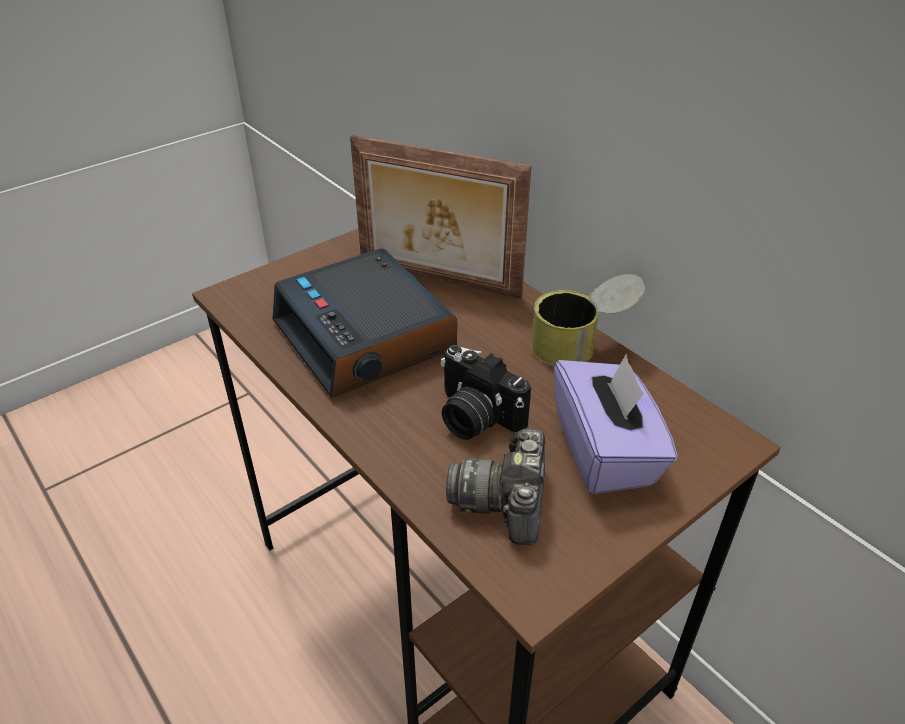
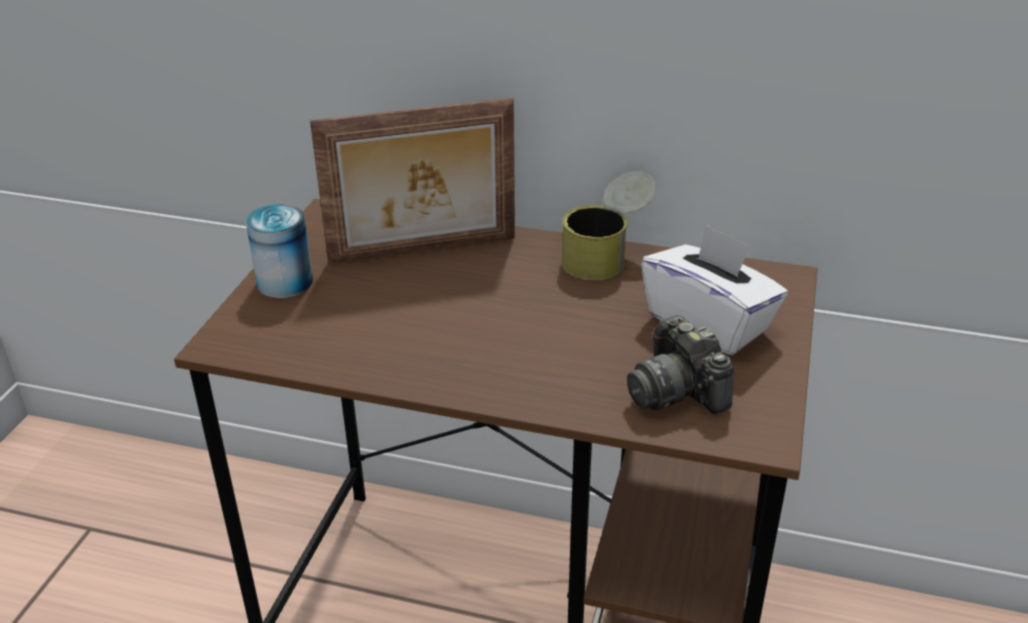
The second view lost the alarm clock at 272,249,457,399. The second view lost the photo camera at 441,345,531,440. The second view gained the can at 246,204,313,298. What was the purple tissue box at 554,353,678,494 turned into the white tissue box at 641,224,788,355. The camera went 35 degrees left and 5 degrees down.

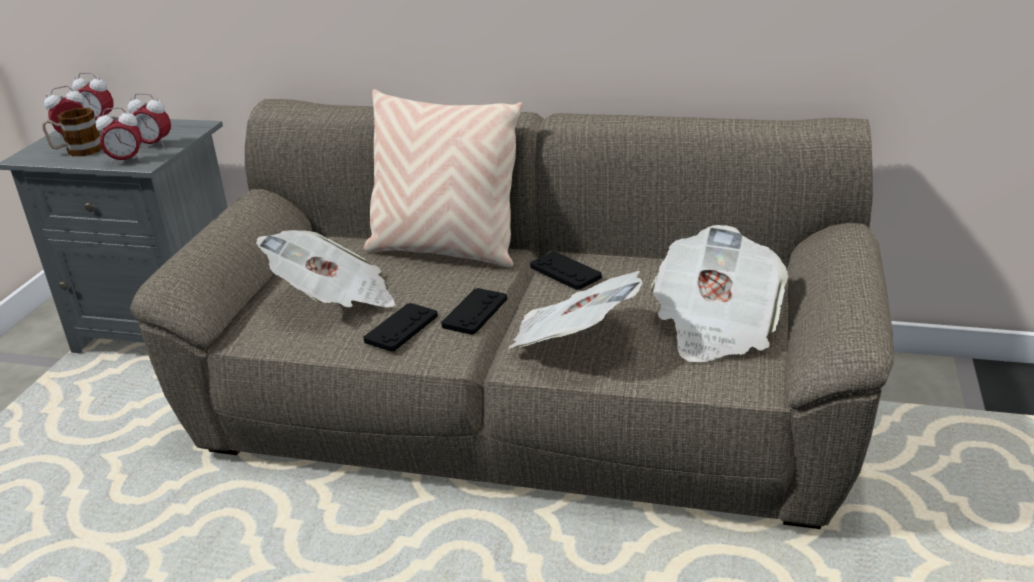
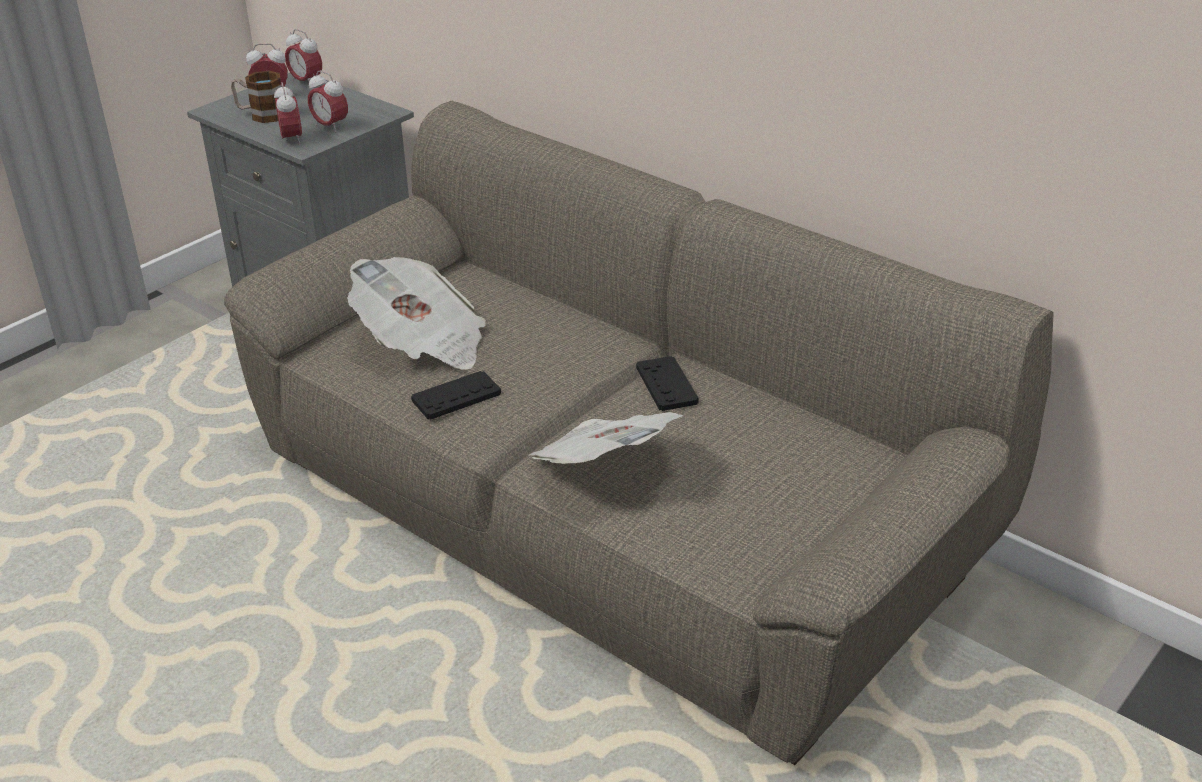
The second view lost the beige pillow at 364,89,523,267. The second view lost the black game controller at 441,288,507,335. The second view lost the newspaper at 651,225,788,362. The alarm clock at 96,107,142,166 ended up facing another way, 120 degrees counterclockwise from before. The camera went 25 degrees right and 5 degrees up.

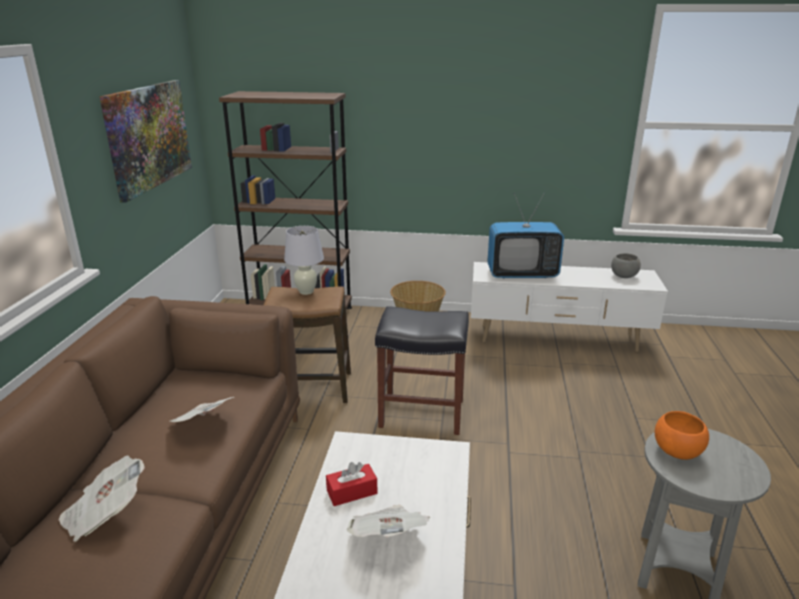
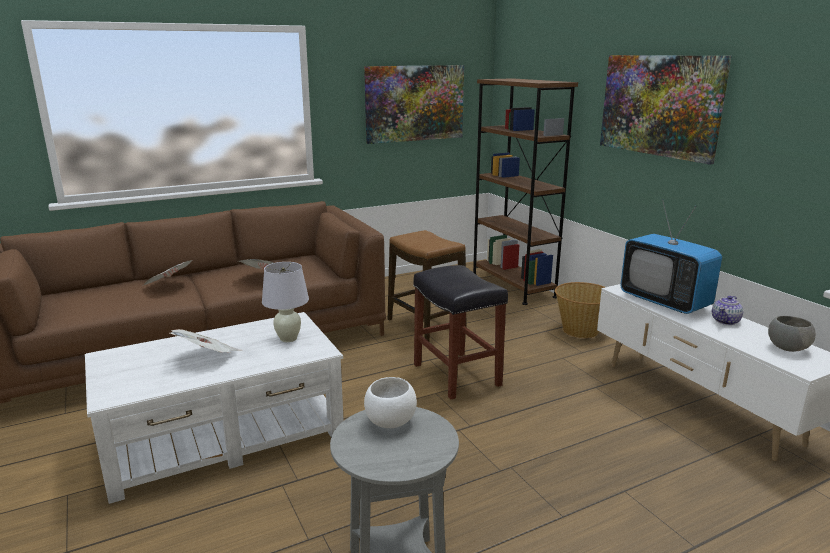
The second view lost the red tissue box at 326,462,377,506. The second view gained the picture at 600,55,732,165. The second view gained the teapot at 712,296,743,325. The white table lamp ended up elsewhere, having gone from 284,226,324,295 to 262,262,309,342. What was the orange bowl at 655,411,709,460 turned into the white bowl at 364,377,417,428. The camera went 55 degrees right and 5 degrees down.

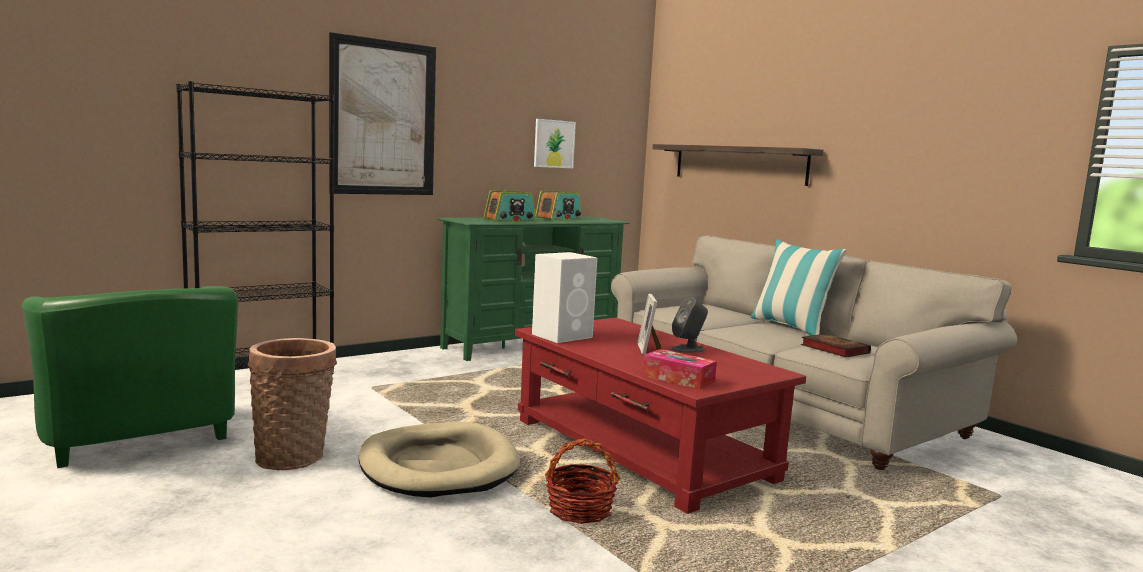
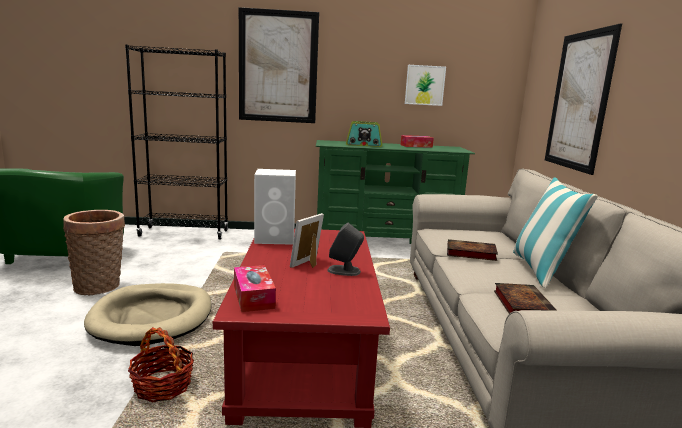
The second view gained the book at 447,239,498,261. Where the radio stood at 535,191,582,220, the tissue box came to stand at 401,135,434,148. Where the shelf hung at 653,144,823,186, the picture came to hang at 545,23,622,175. The camera went 35 degrees right and 5 degrees up.

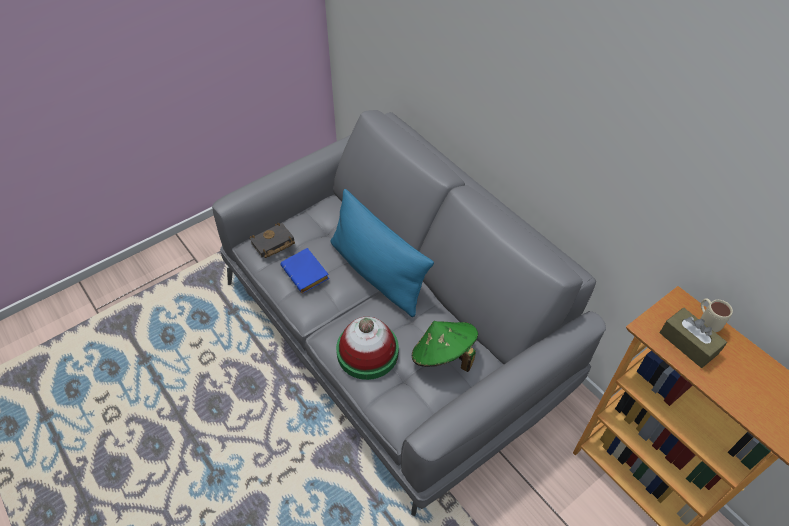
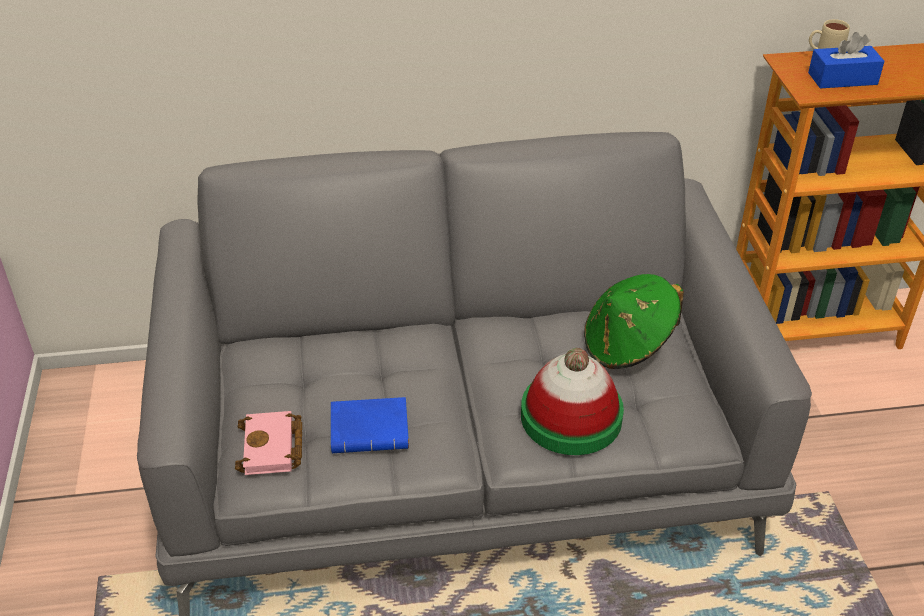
The second view lost the blue pillow at 330,189,434,317. What was the black book at 250,222,295,258 turned into the pink book at 235,411,302,475. What was the brown tissue box at 660,308,727,368 turned into the blue tissue box at 808,32,885,88. The camera went 60 degrees left and 10 degrees down.

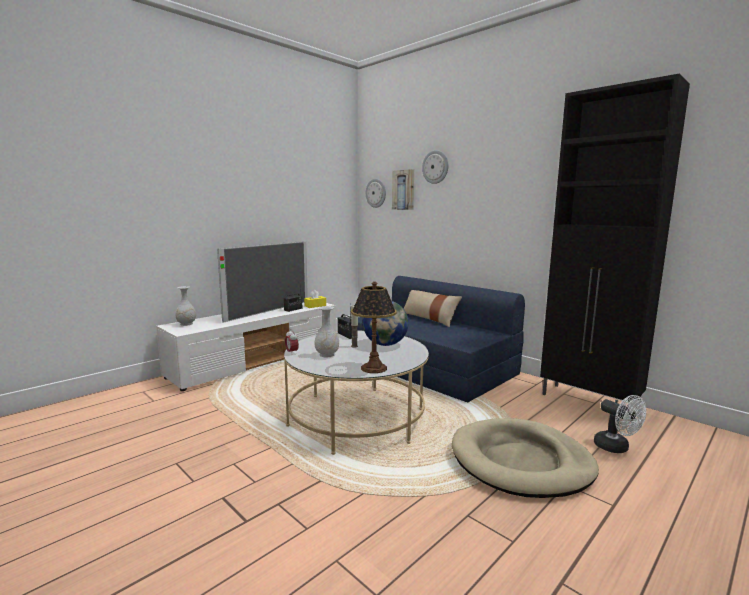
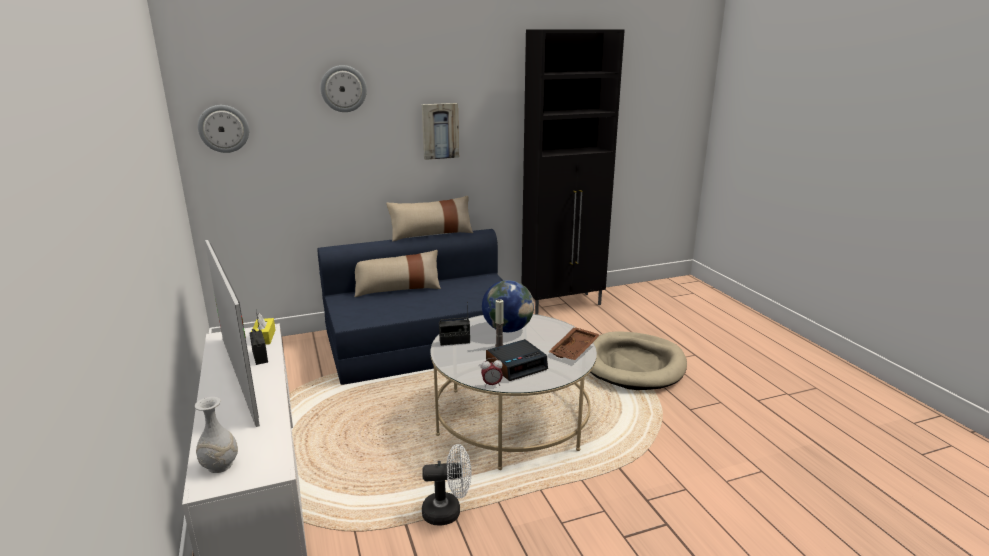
The second view gained the beige pillow at 386,196,473,242. The picture ended up elsewhere, having gone from 392,169,414,210 to 422,103,459,160. The white fan ended up elsewhere, having gone from 594,395,646,453 to 422,444,471,525. Where the white vase stood at 314,306,339,357, the alarm clock came to stand at 486,339,548,381. Where the table lamp stood at 351,281,397,373, the brown tray came to stand at 548,327,600,360. The camera went 65 degrees left and 10 degrees up.

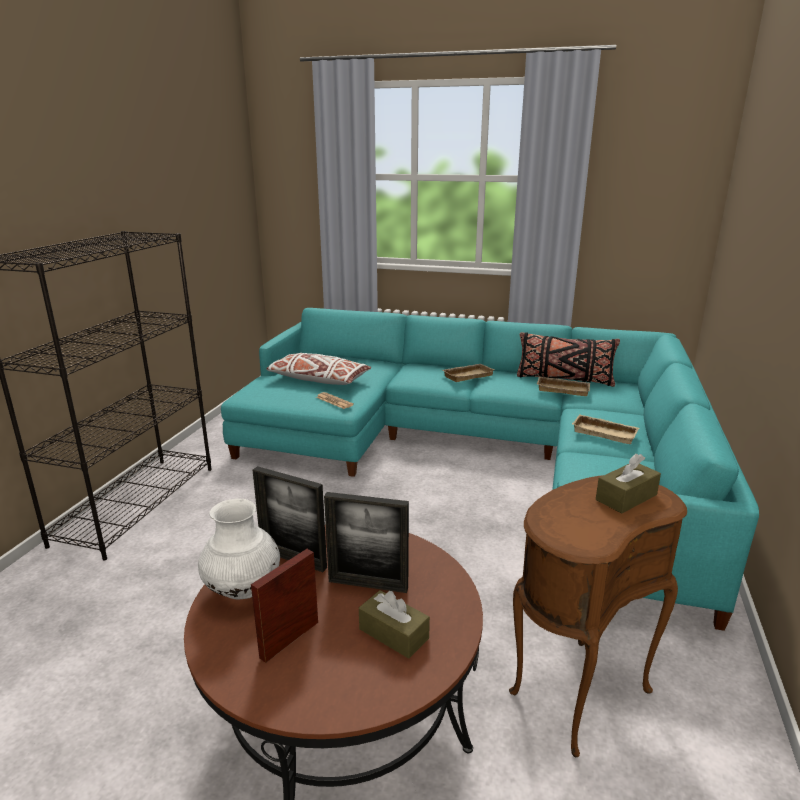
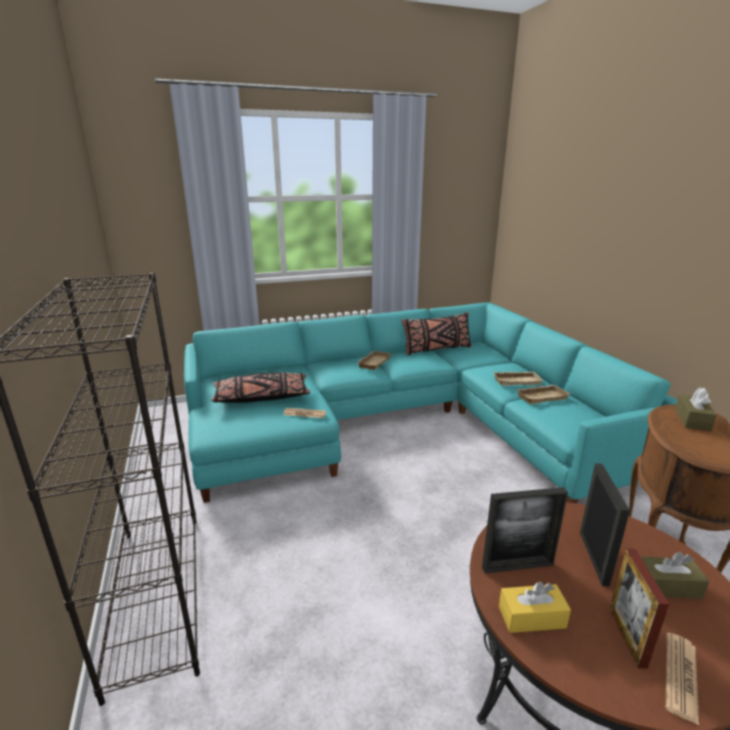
The second view gained the newspaper at 666,632,699,725. The beige tray ended up elsewhere, having gone from 537,376,590,396 to 517,385,570,404. Where the white vase stood at 198,499,280,599, the yellow tissue box came to stand at 499,582,571,633. What was the white pillow at 266,353,371,385 turned into the black pillow at 211,372,310,403. The picture frame at 324,492,409,593 ended up facing another way, 60 degrees counterclockwise from before. The camera went 35 degrees left and 0 degrees up.

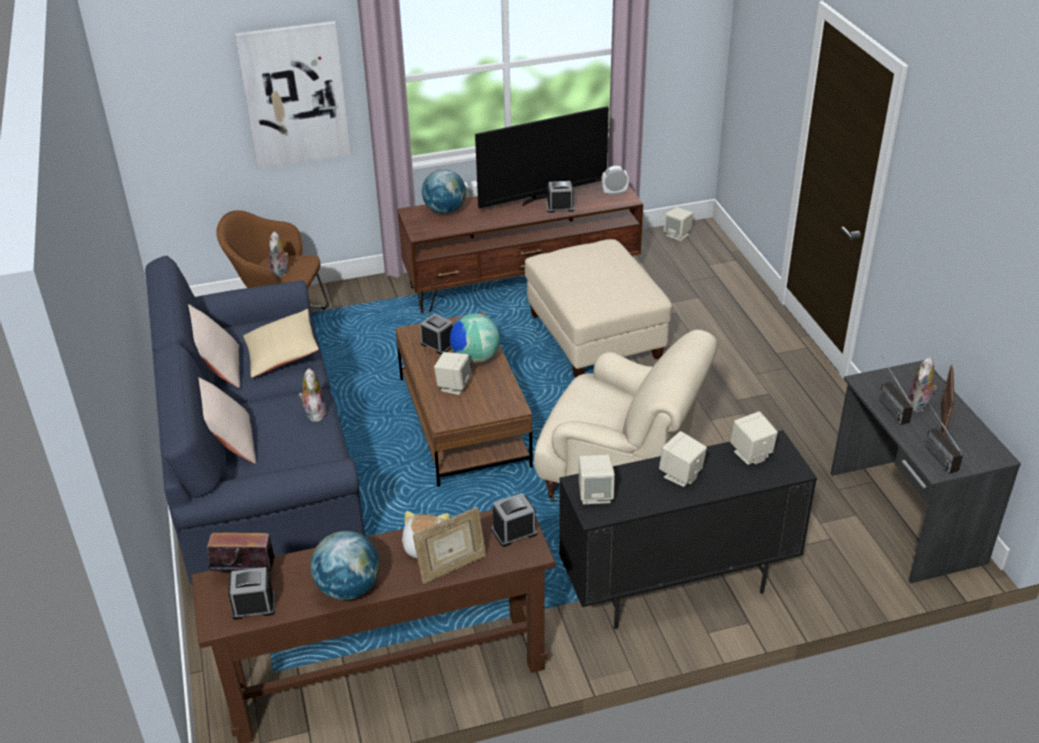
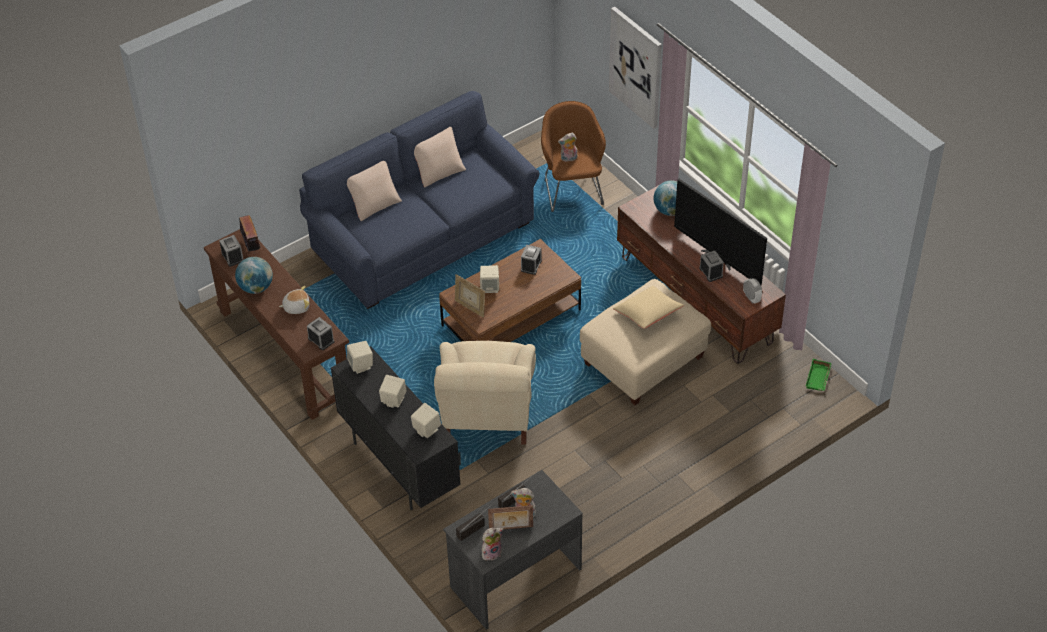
The second view lost the globe at 450,313,500,364. The beige pillow ended up elsewhere, having gone from 243,309,319,378 to 613,286,684,329. The plush toy ended up elsewhere, having gone from 299,368,327,422 to 482,528,503,561. The picture frame ended up elsewhere, having gone from 413,507,486,584 to 455,274,485,317. Where the beige speaker stood at 664,207,693,241, the green tray came to stand at 806,359,832,391. The camera went 70 degrees right and 10 degrees up.

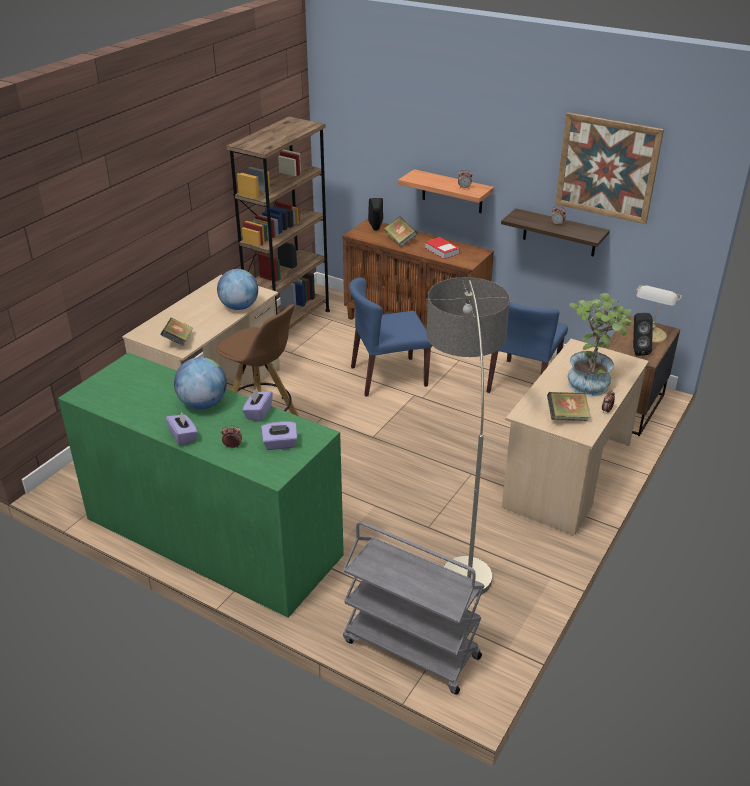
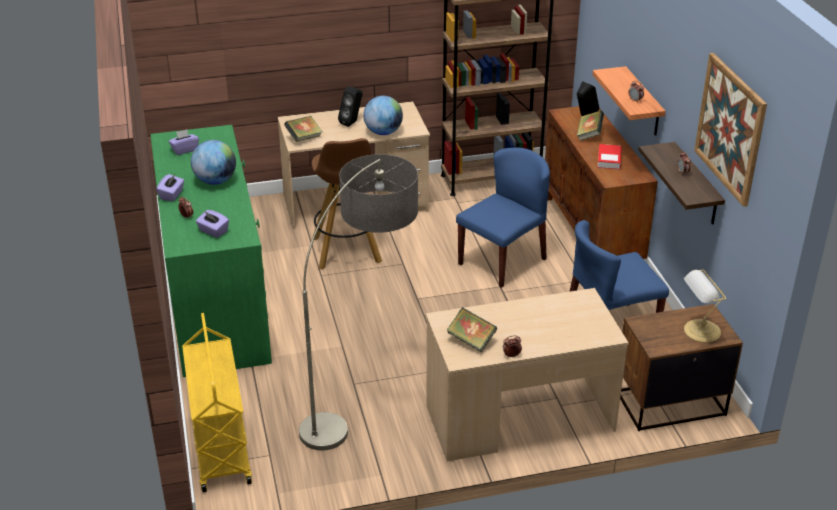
The second view lost the potted plant at 568,293,632,396. The purple tissue box ended up elsewhere, having gone from 242,388,273,421 to 169,130,199,155. The black speaker ended up elsewhere, having gone from 633,313,653,356 to 338,86,362,127. What was the grey cart at 343,521,485,694 turned into the yellow cart at 182,313,252,492. The blue chair at 349,277,432,397 ended up facing another way, 105 degrees clockwise from before. The camera went 45 degrees right and 0 degrees up.

